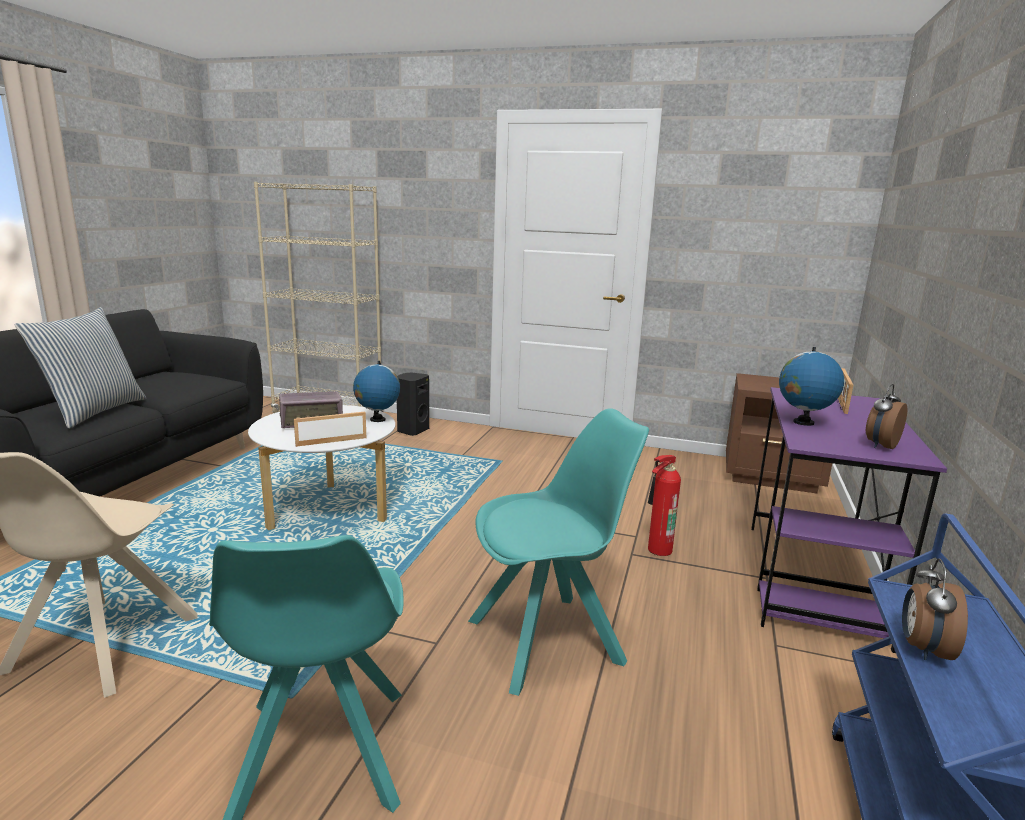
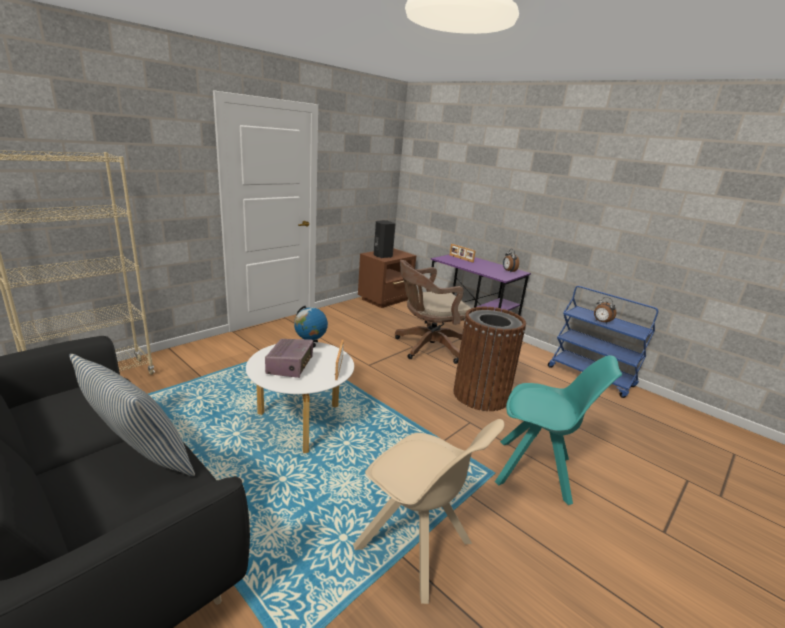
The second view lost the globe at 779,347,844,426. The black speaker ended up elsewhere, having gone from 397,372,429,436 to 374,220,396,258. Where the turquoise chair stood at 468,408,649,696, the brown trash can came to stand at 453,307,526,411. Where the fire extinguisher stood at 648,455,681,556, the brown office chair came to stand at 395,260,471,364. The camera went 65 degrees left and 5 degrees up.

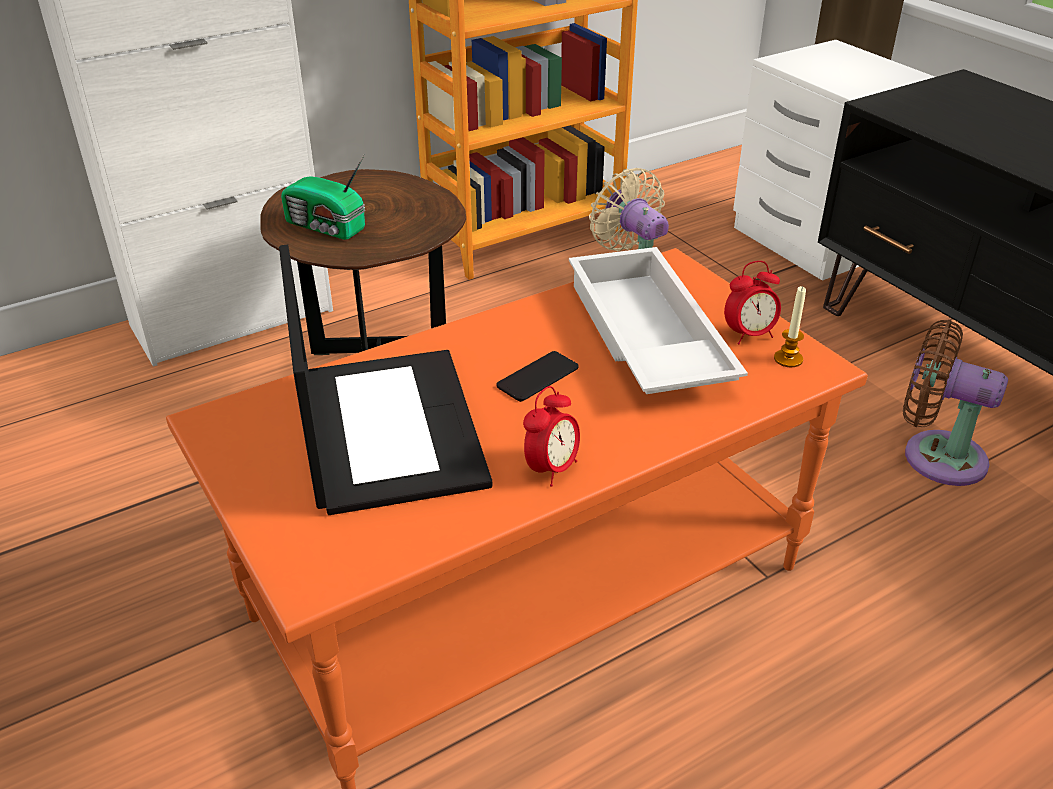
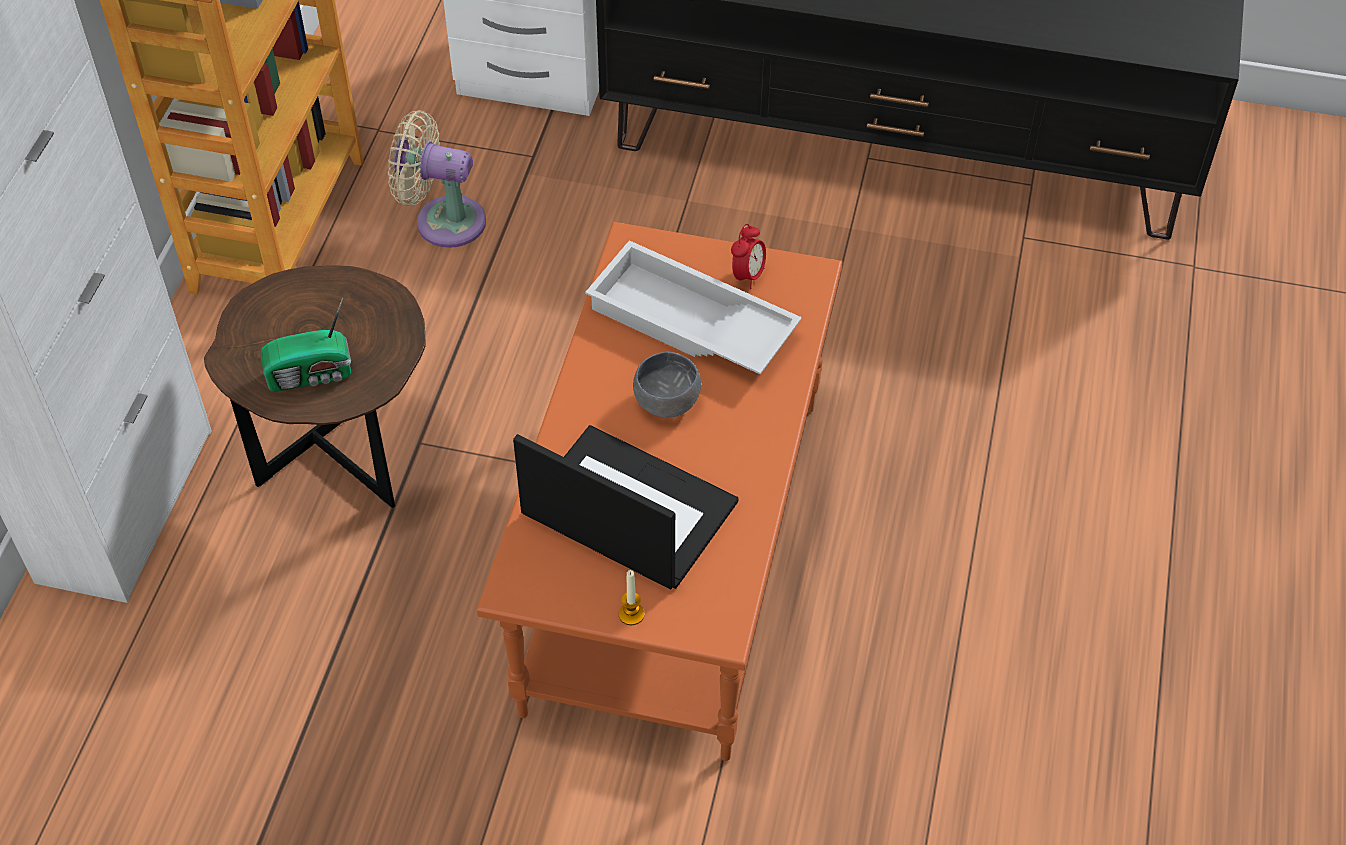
The second view lost the alarm clock at 523,386,580,486. The second view lost the brown fan at 903,320,1008,486. The candle ended up elsewhere, having gone from 774,286,806,367 to 618,570,645,625. Where the phone stood at 496,351,579,402, the grey bowl came to stand at 633,352,701,418. The camera went 45 degrees left and 15 degrees up.

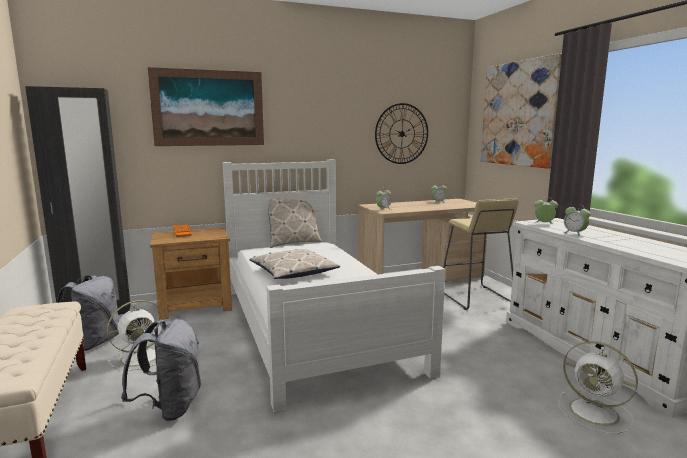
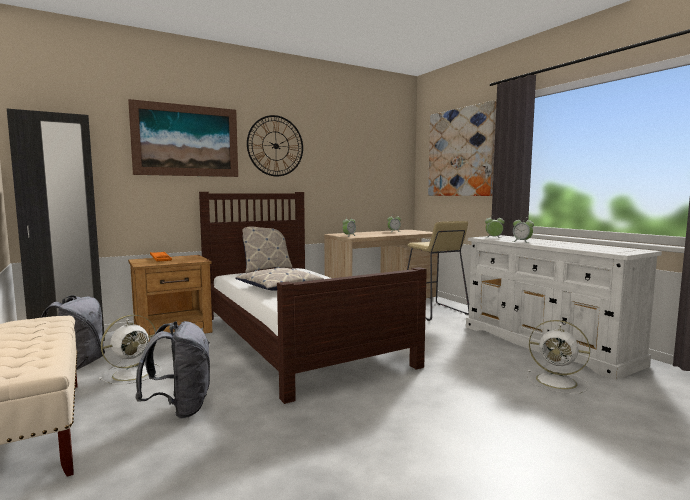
The wall clock ended up elsewhere, having gone from 375,103,428,164 to 247,115,303,177. What was the white bed at 222,160,445,412 turned into the brown bed at 199,192,427,404. The camera went 10 degrees left and 5 degrees down.

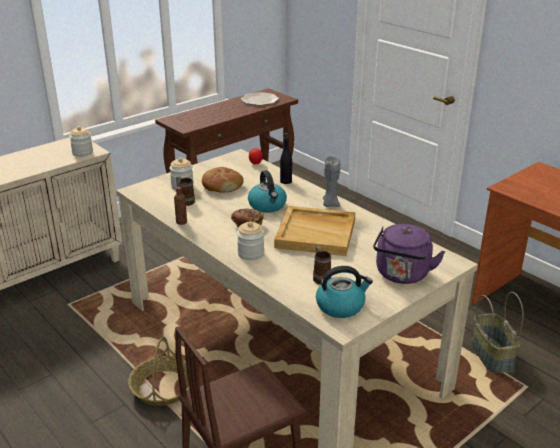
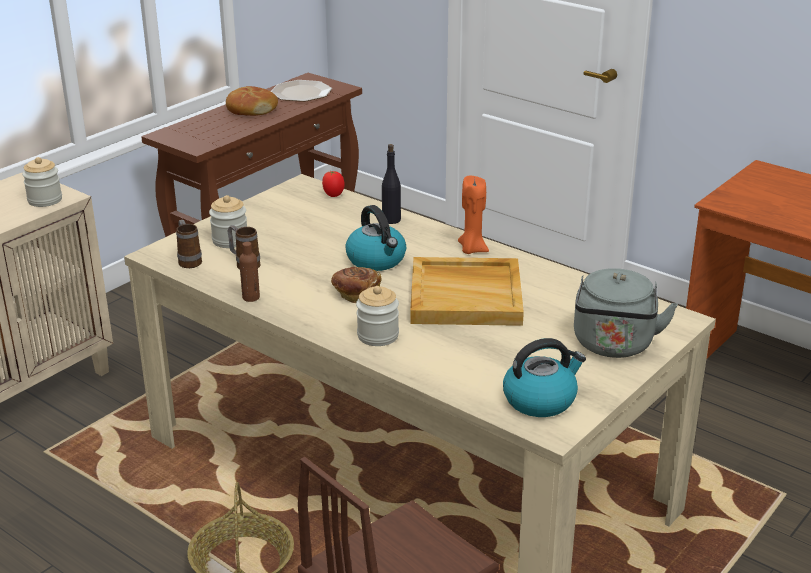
The second view lost the basket at 471,292,524,373. The bread ended up elsewhere, having gone from 202,167,244,192 to 226,86,278,116. The mug ended up elsewhere, having gone from 313,247,331,285 to 176,220,202,268. What was the grey candle at 323,156,340,207 turned into the orange candle at 458,176,489,254. What was the purple kettle at 373,224,445,284 turned into the grey kettle at 574,268,678,358. The camera went 10 degrees left and 0 degrees up.

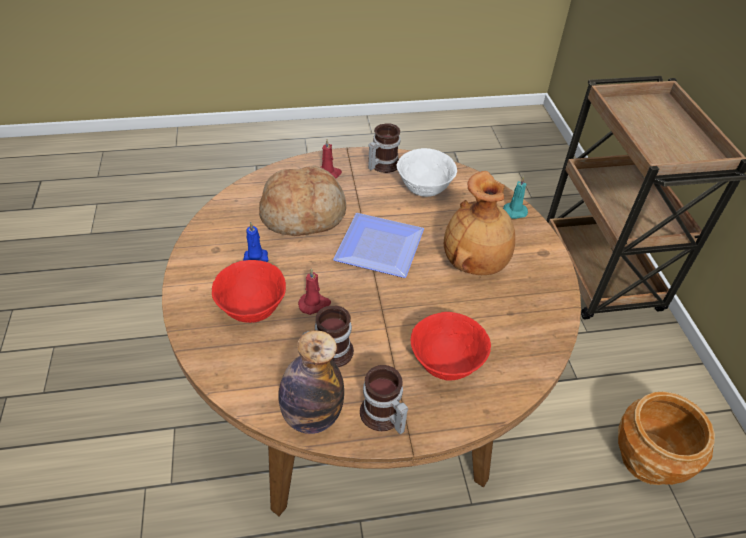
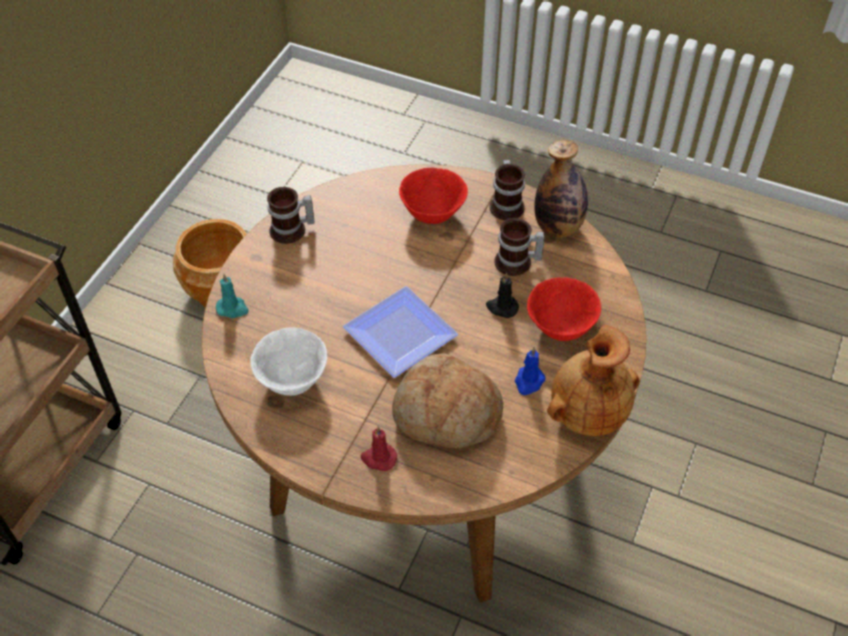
The mug ended up elsewhere, having gone from 368,123,401,173 to 267,187,315,244. The brown vase ended up elsewhere, having gone from 444,171,515,275 to 547,325,640,436. What was the red candle at 298,268,331,315 turned into the black candle at 486,273,519,318. The camera went 145 degrees left and 5 degrees up.

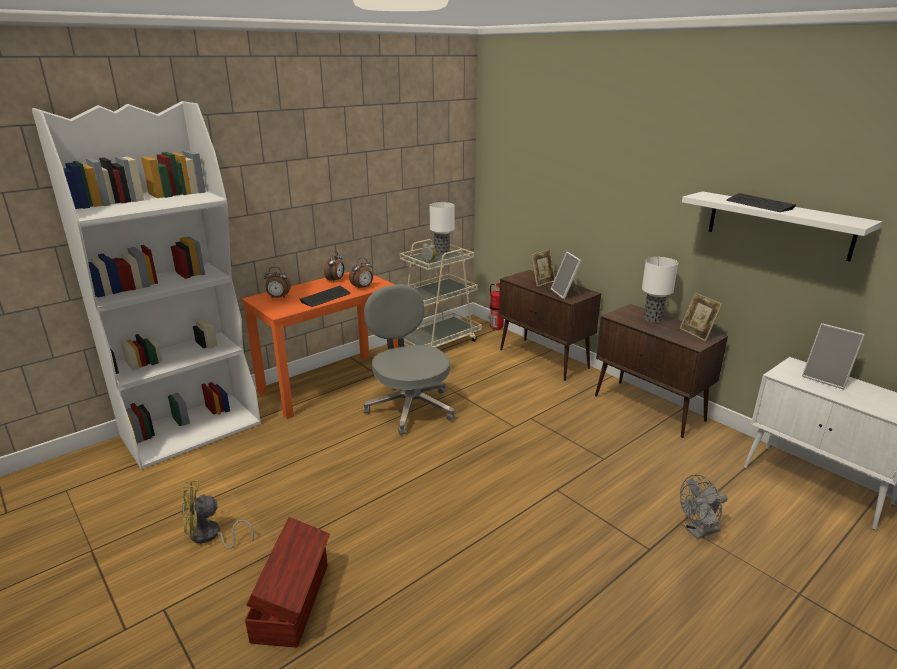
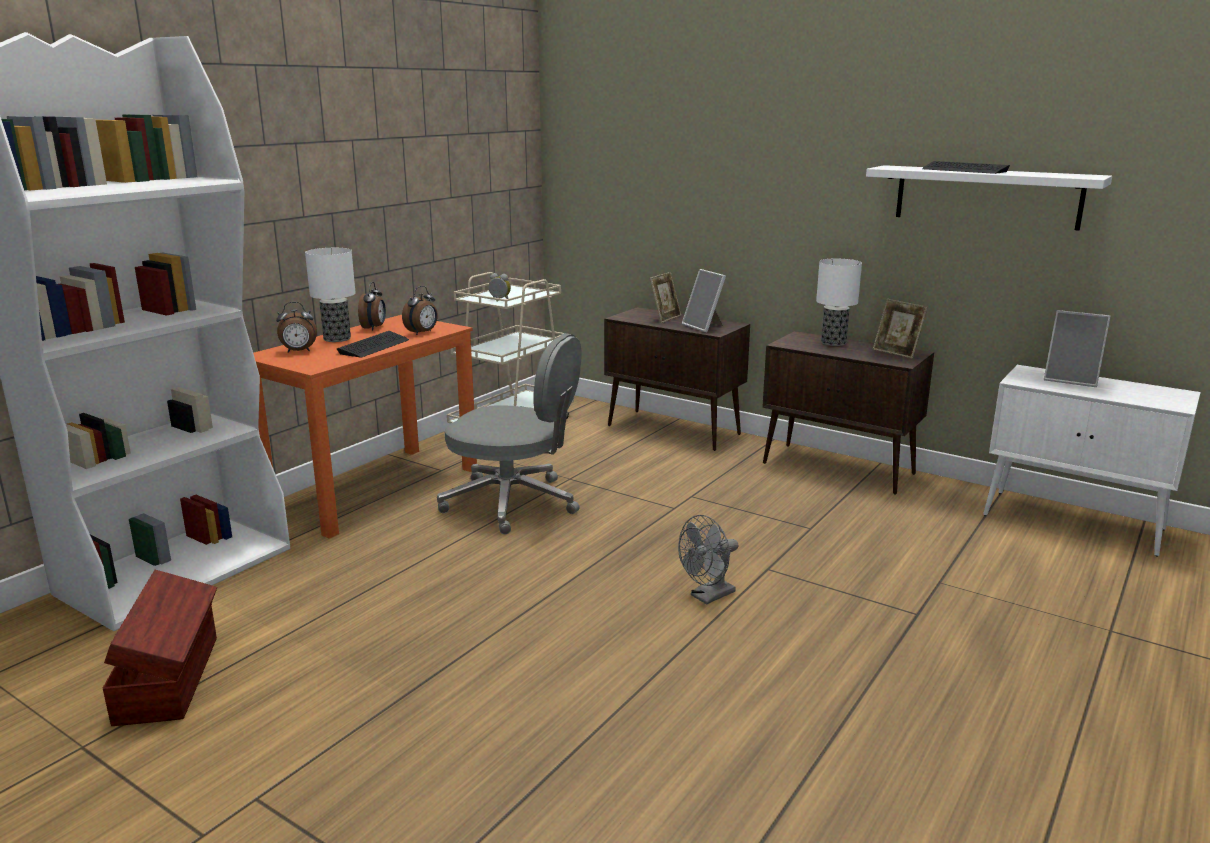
The second view lost the yellow fan at 182,480,254,549. The second view lost the fire extinguisher at 488,283,504,330. The brown storage box ended up elsewhere, having gone from 245,517,330,647 to 102,570,217,726. The table lamp ended up elsewhere, having gone from 430,202,455,256 to 305,248,356,342. The grey fan ended up elsewhere, having gone from 680,475,727,539 to 678,515,738,605. The grey office chair at 363,284,455,435 ended up facing another way, 150 degrees clockwise from before. The camera went 15 degrees left and 5 degrees down.

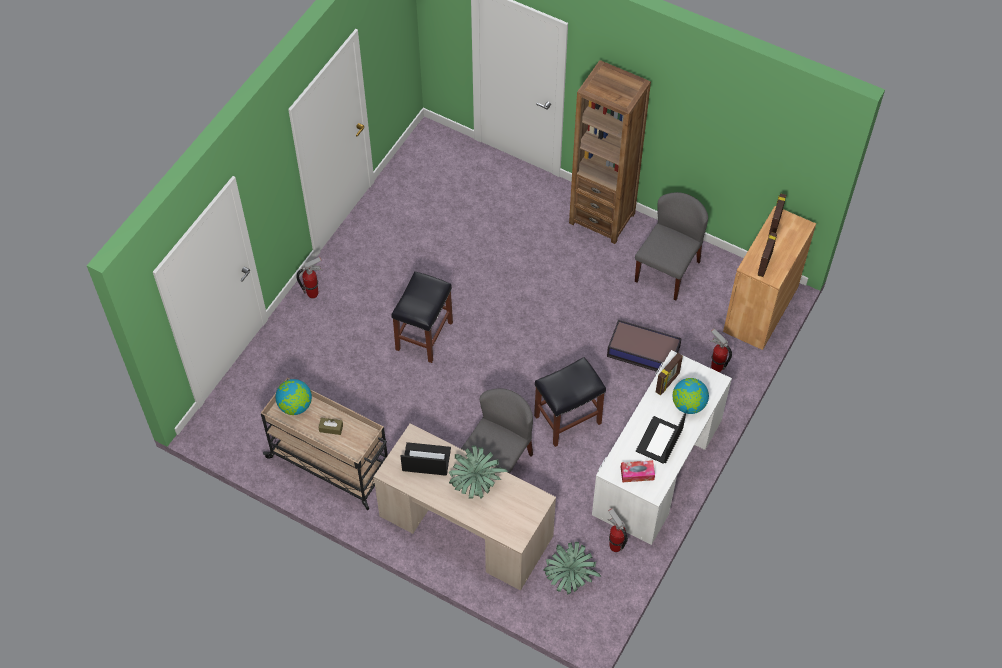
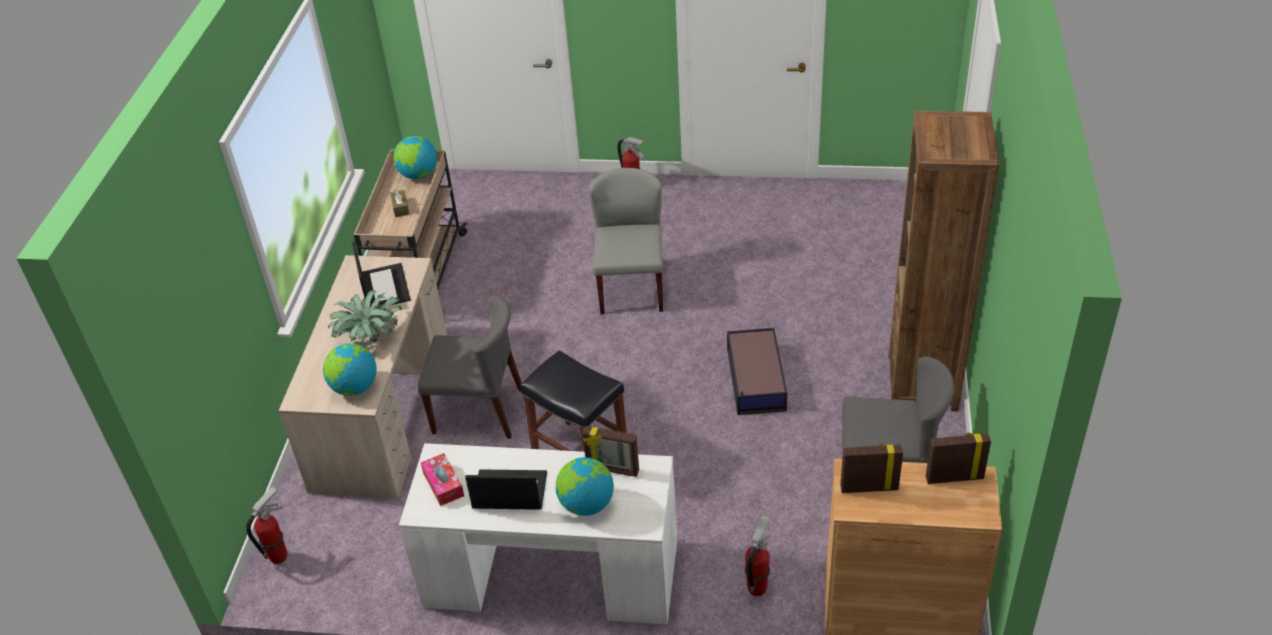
The second view lost the potted plant at 543,542,601,595. The second view gained the globe at 323,343,377,396. The storage box ended up elsewhere, having gone from 607,320,682,372 to 727,328,787,415. The fire extinguisher ended up elsewhere, having gone from 608,508,628,552 to 246,486,287,564. Where the black stool stood at 392,271,453,363, the grey chair came to stand at 589,168,663,314. The camera went 70 degrees right and 15 degrees down.

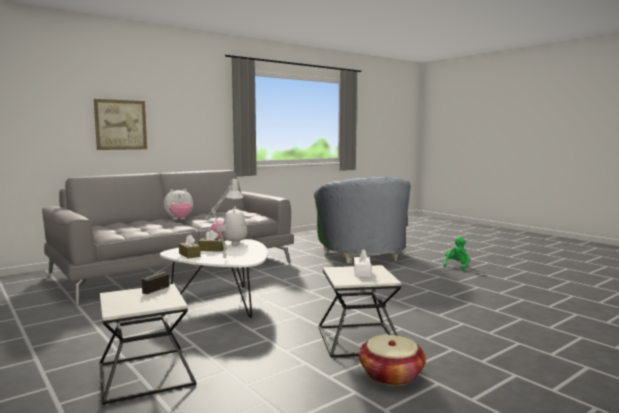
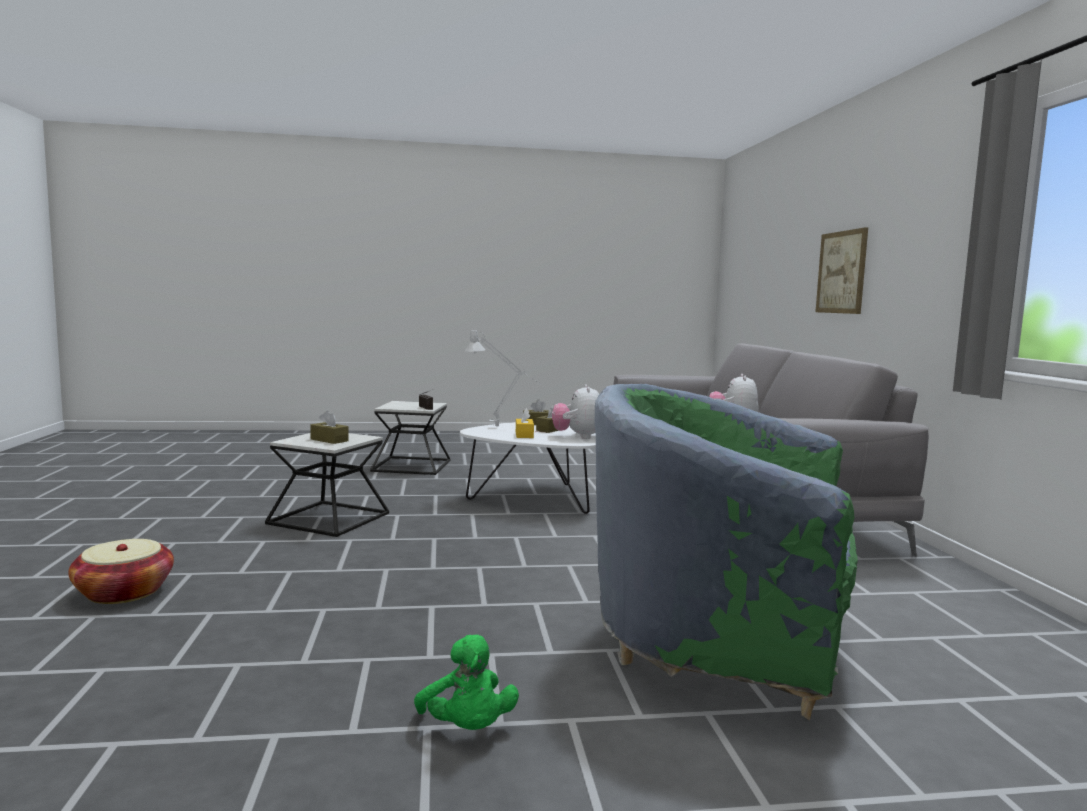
The second view gained the yellow tissue box at 516,408,534,438. The basket ended up elsewhere, having gone from 359,335,426,386 to 68,539,174,604. What was the white tissue box at 354,249,371,277 turned into the brown tissue box at 310,411,349,444. The plush toy at 211,207,247,245 ended up facing another way, 120 degrees counterclockwise from before. The camera went 120 degrees right and 0 degrees up.

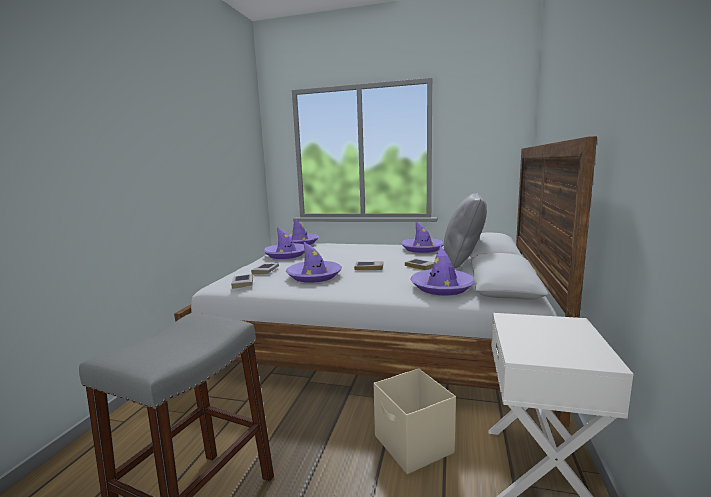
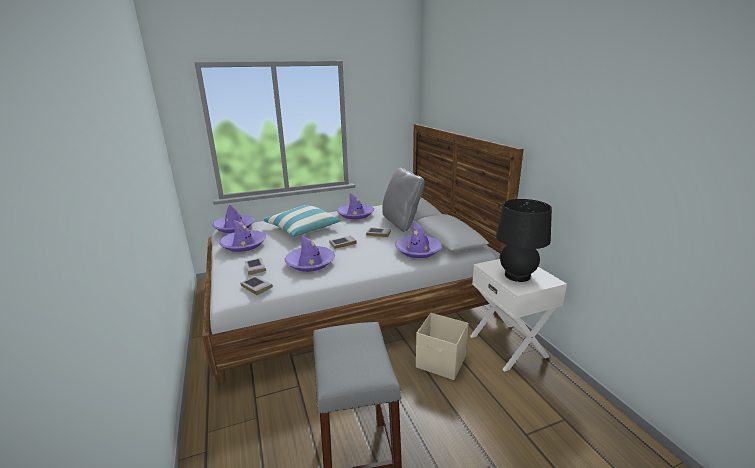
The second view gained the pillow at 263,205,341,237. The second view gained the black table lamp at 496,199,552,282. The camera went 35 degrees left and 10 degrees up.

